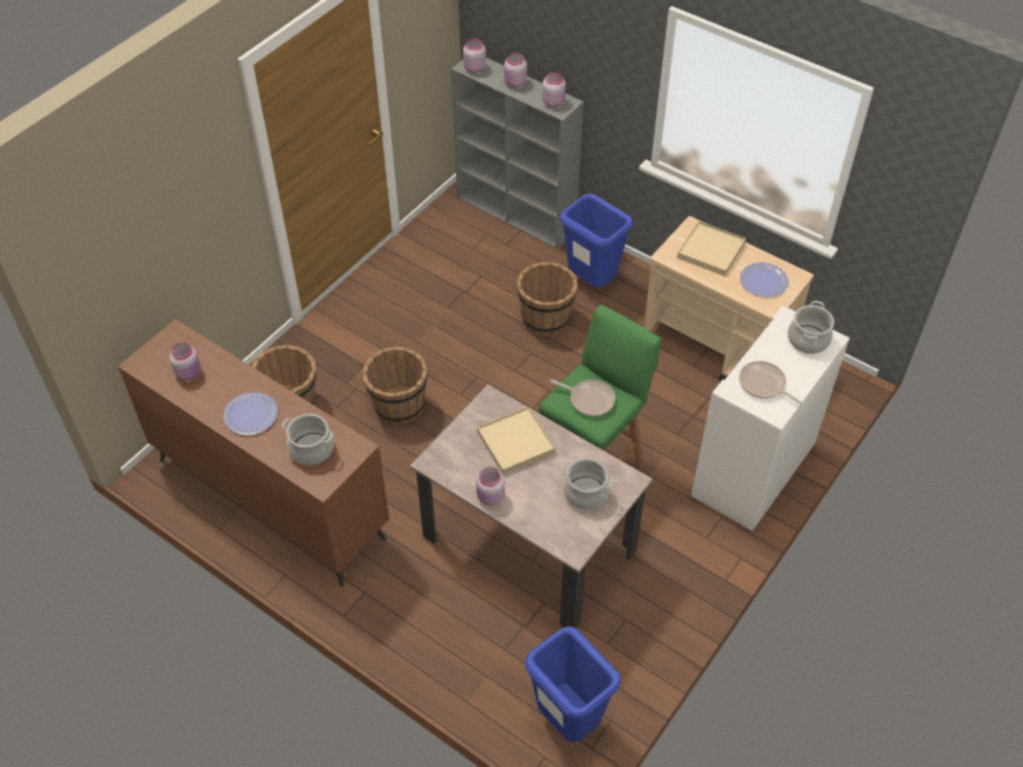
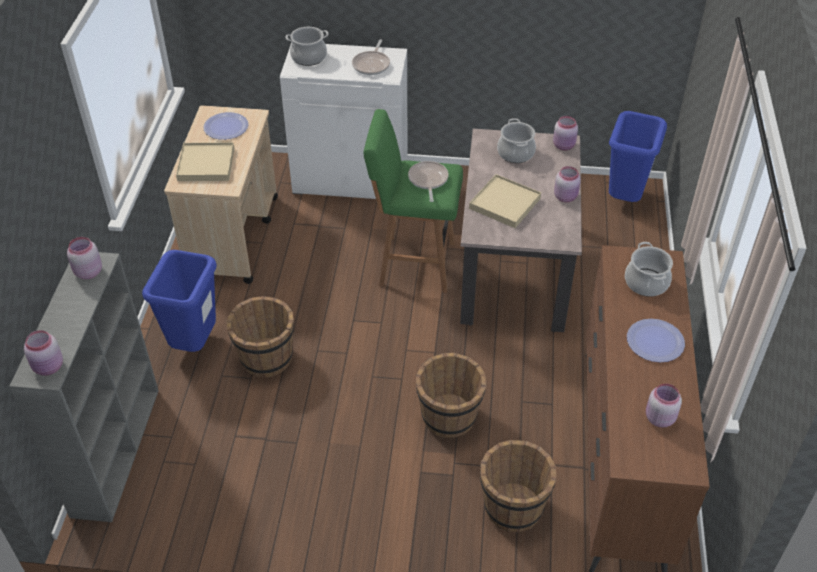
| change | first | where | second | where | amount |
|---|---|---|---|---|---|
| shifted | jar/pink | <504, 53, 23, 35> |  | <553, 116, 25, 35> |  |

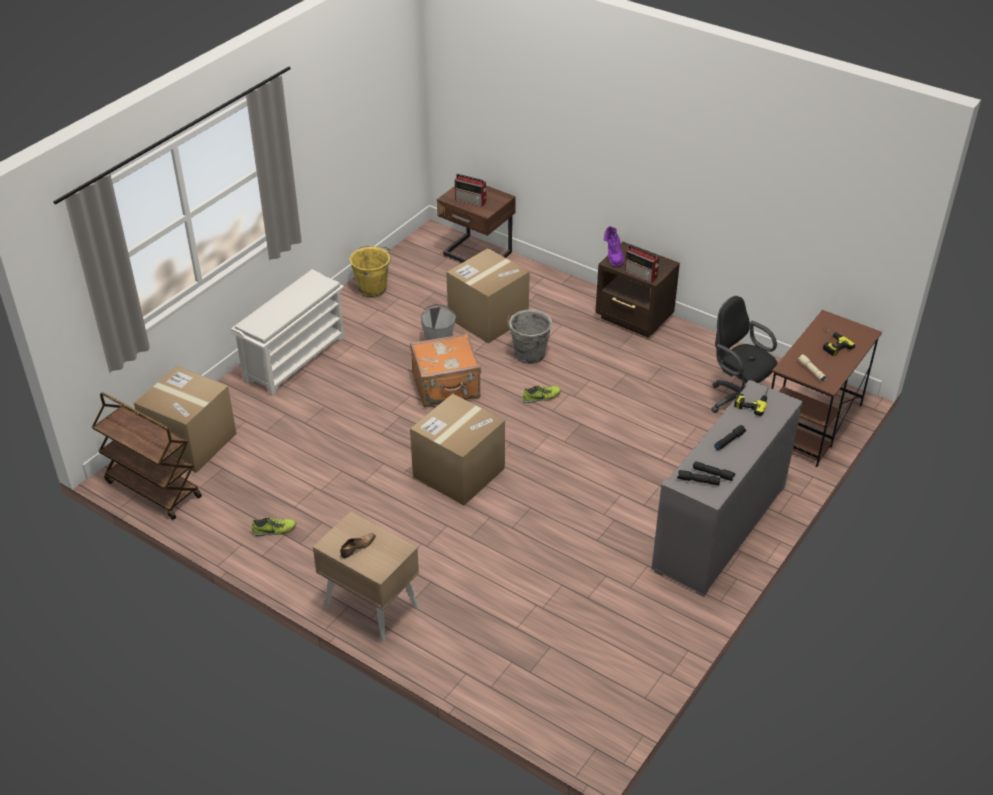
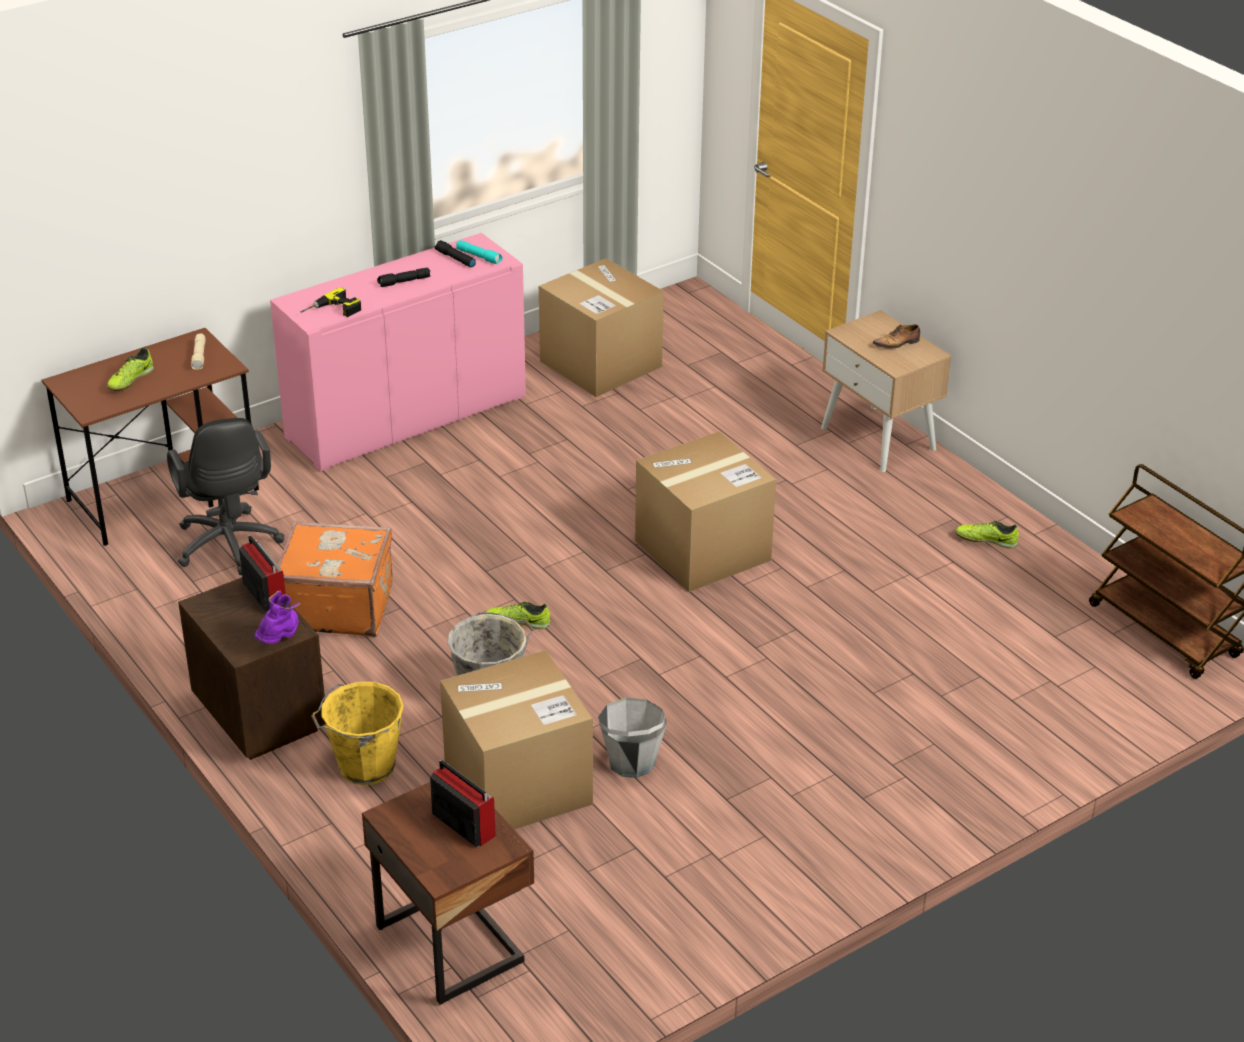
| change | first | where | second | where | amount |
|---|---|---|---|---|---|
| gone | shoe rack/white | <231, 270, 114, 126> |  |  |  |
| shifted | cardboard box | <134, 366, 103, 107> |  | <539, 258, 125, 139> |  |
| shifted | bucket/yellow | <349, 246, 43, 52> |  | <311, 682, 93, 103> |  |
| shifted | suitcase/orange | <410, 333, 71, 74> |  | <278, 521, 115, 116> |  |
| swapped | power drill | <823, 327, 32, 29> | shoe | <107, 348, 47, 43> |  |
| repainted | cabinet/grey | <651, 380, 152, 217> | cabinet/pink | <270, 233, 256, 239> |  |
| repainted | flashlight/black | <677, 470, 44, 15> | flashlight/turquoise | <456, 240, 46, 24> |  |

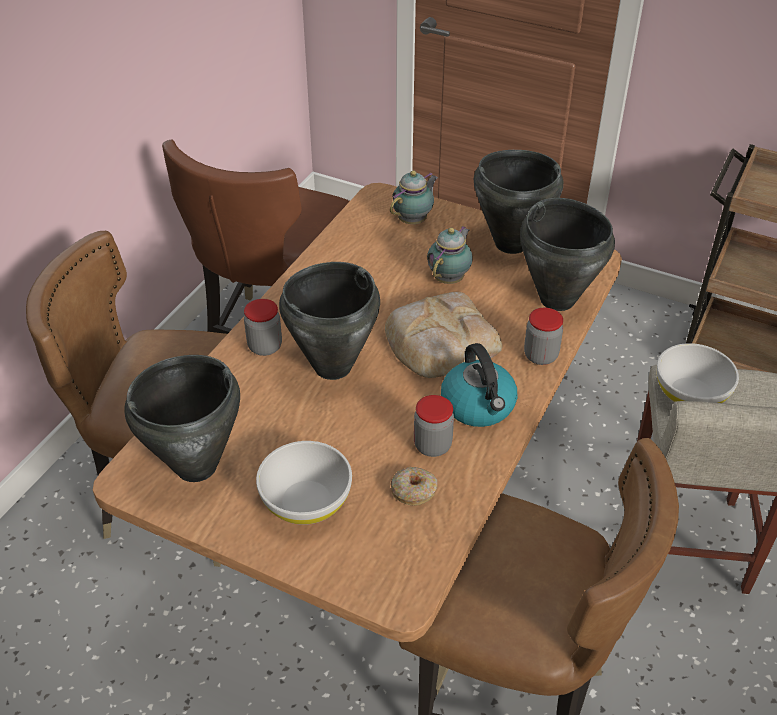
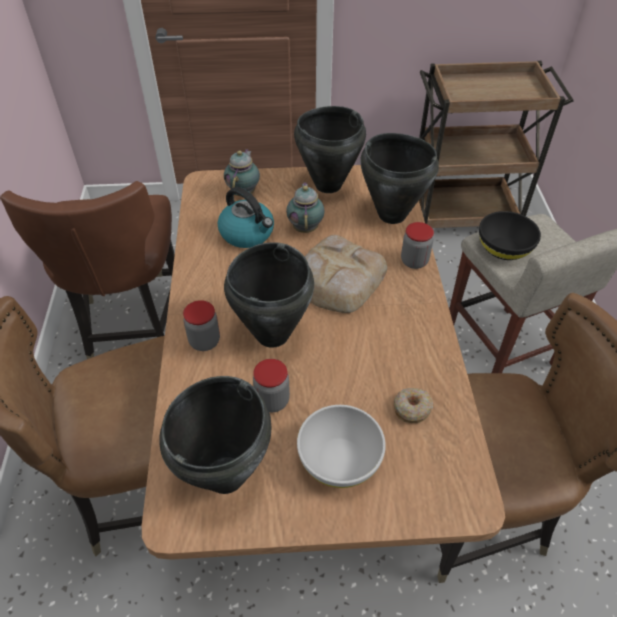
| change | first | where | second | where | amount |
|---|---|---|---|---|---|
| shifted | jar | <414, 395, 40, 62> |  | <253, 359, 37, 53> |  |
| shifted | kettle | <441, 343, 76, 84> |  | <218, 187, 56, 61> |  |
| repainted | bowl/white | <656, 343, 83, 60> | bowl/black | <479, 211, 62, 49> |  |

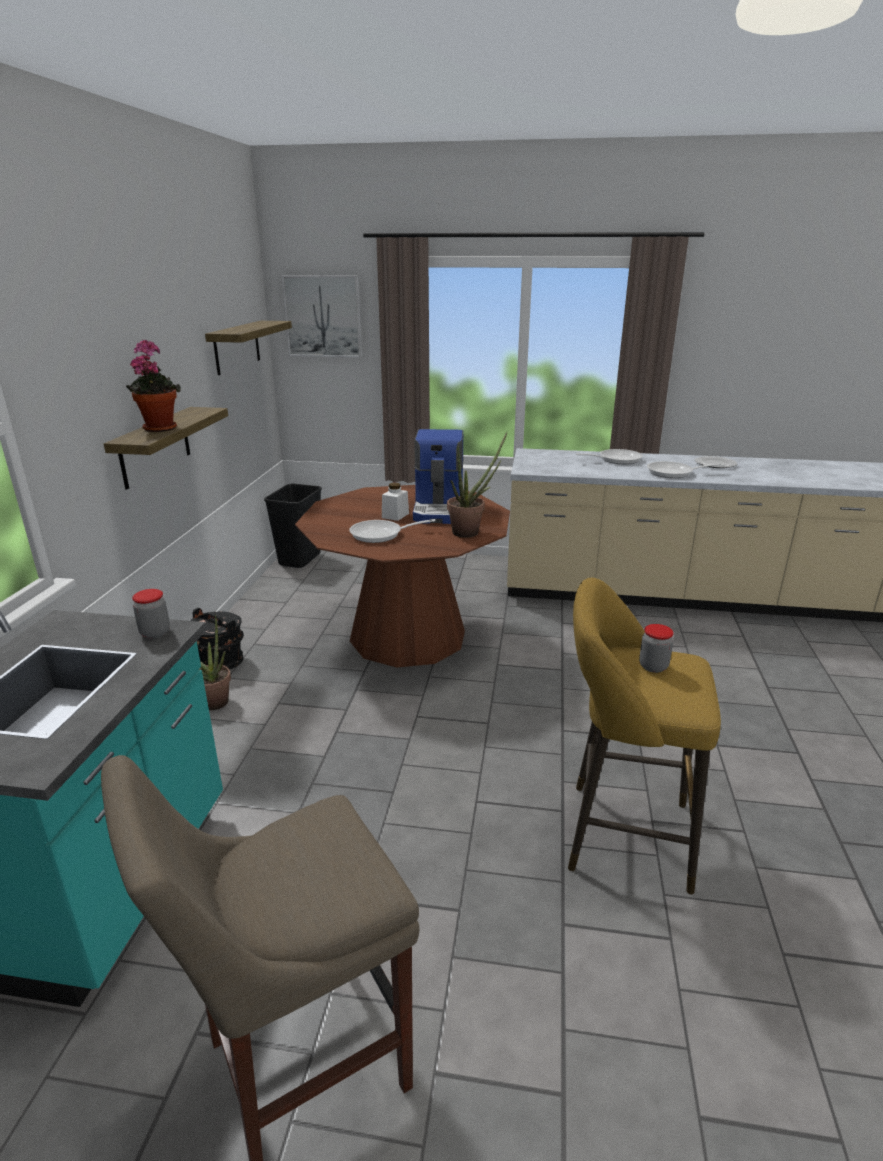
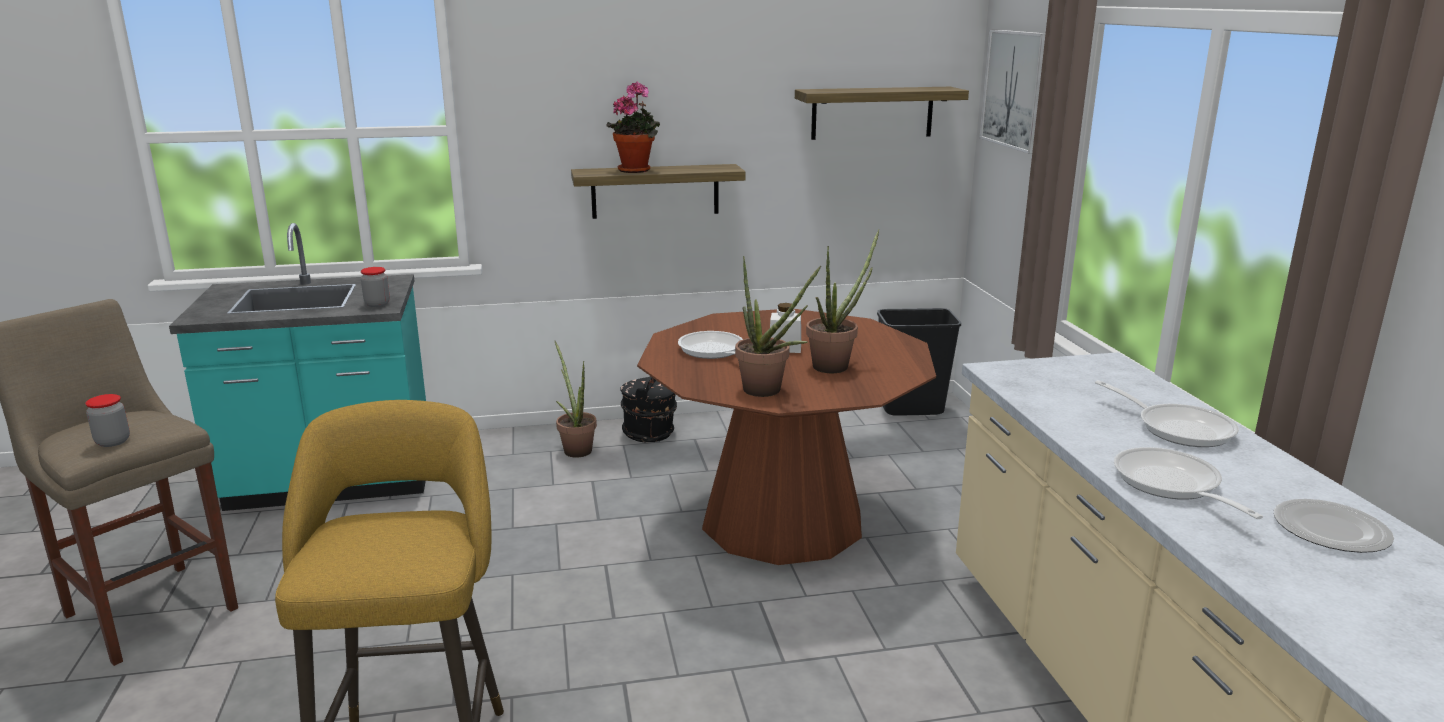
| change | first | where | second | where | amount |
|---|---|---|---|---|---|
| shifted | jar | <639, 624, 35, 49> |  | <85, 394, 45, 53> |  |
| swapped | coffee machine | <413, 429, 51, 95> | potted plant | <806, 229, 73, 144> |  |

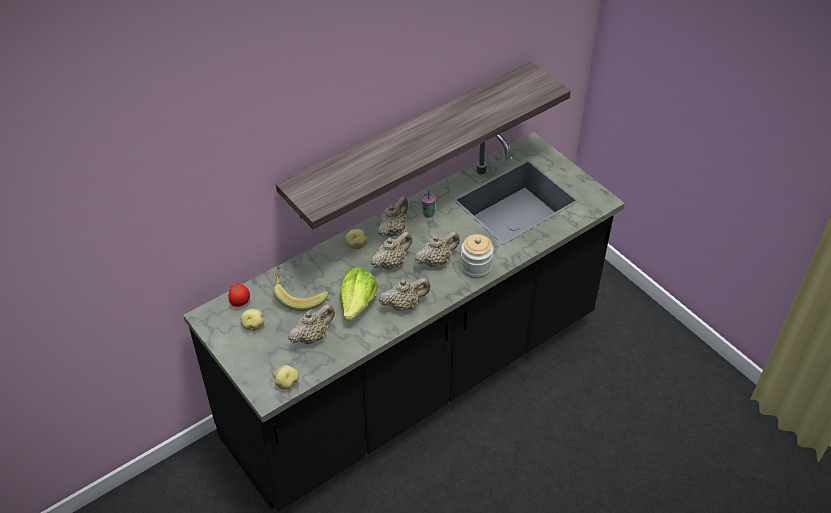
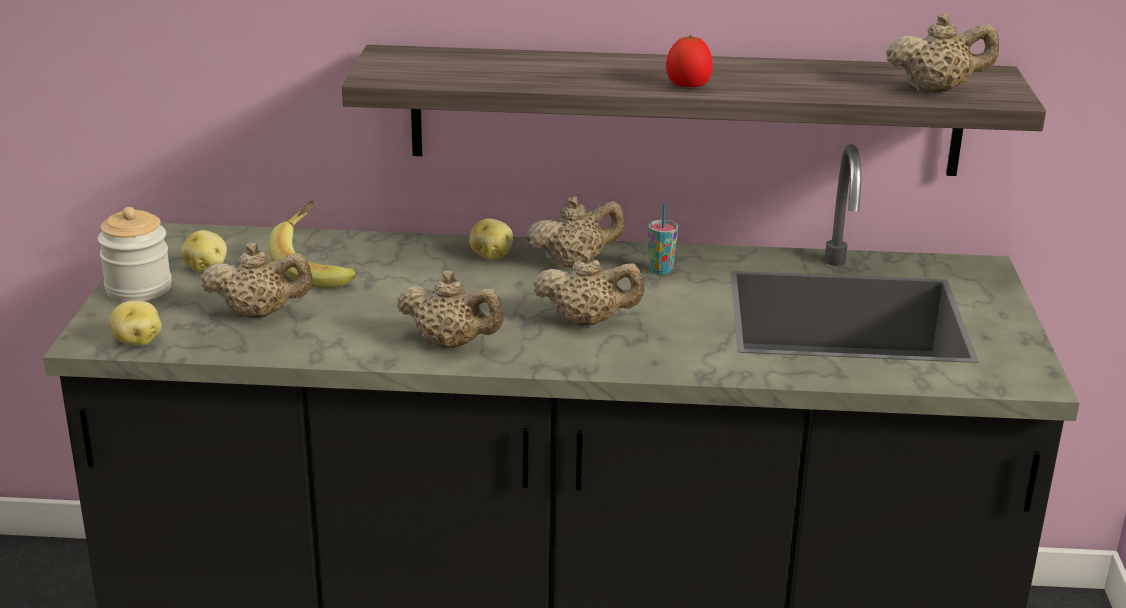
| change | first | where | second | where | amount |
|---|---|---|---|---|---|
| gone | lettuce | <340, 267, 38, 54> |  |  |  |
| shifted | tomato | <228, 284, 22, 23> |  | <666, 35, 47, 52> |  |
| shifted | teapot/beige | <371, 232, 41, 38> |  | <886, 13, 113, 80> |  |
| shifted | jar | <461, 234, 32, 44> |  | <97, 207, 75, 95> |  |

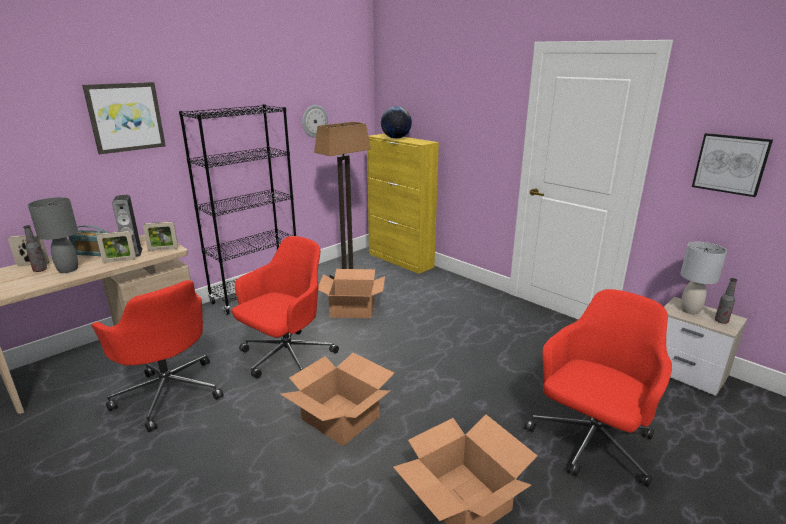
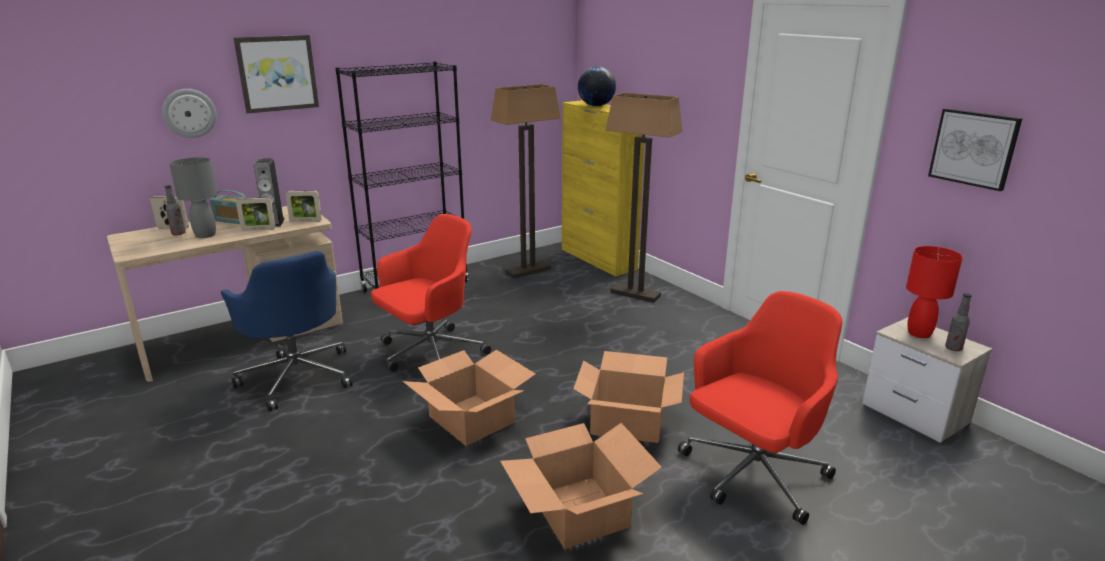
| change | first | where | second | where | amount |
|---|---|---|---|---|---|
| new |  |  | floor lamp | <605, 93, 78, 210> |  |
| shifted | wall clock | <302, 105, 26, 33> |  | <162, 89, 55, 49> |  |
| shifted | cardboard box | <318, 269, 67, 49> |  | <573, 351, 111, 92> |  |
| repainted | office chair/red | <91, 280, 133, 152> | office chair/blue | <221, 251, 131, 161> |  |
| repainted | table lamp/grey | <680, 242, 47, 72> | table lamp/red | <906, 246, 57, 92> |  |

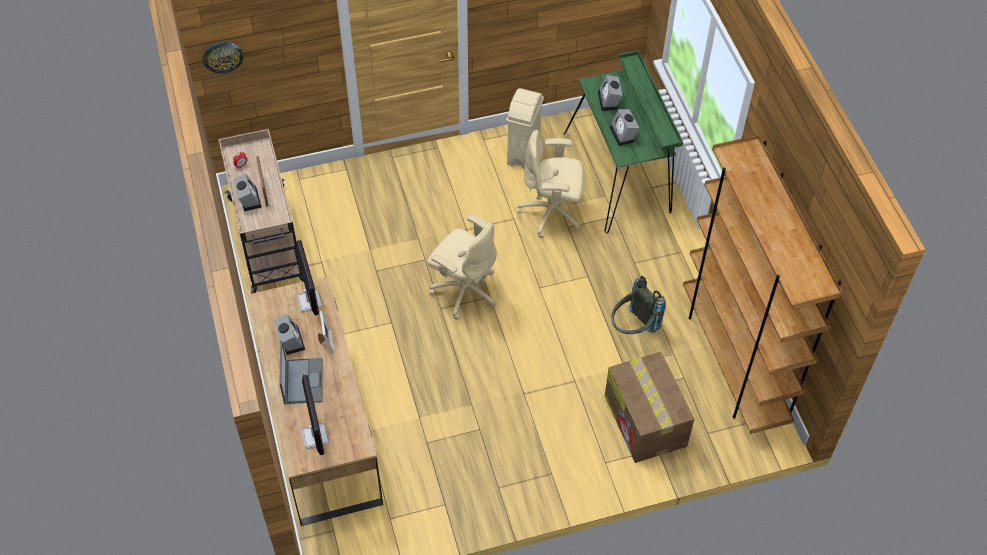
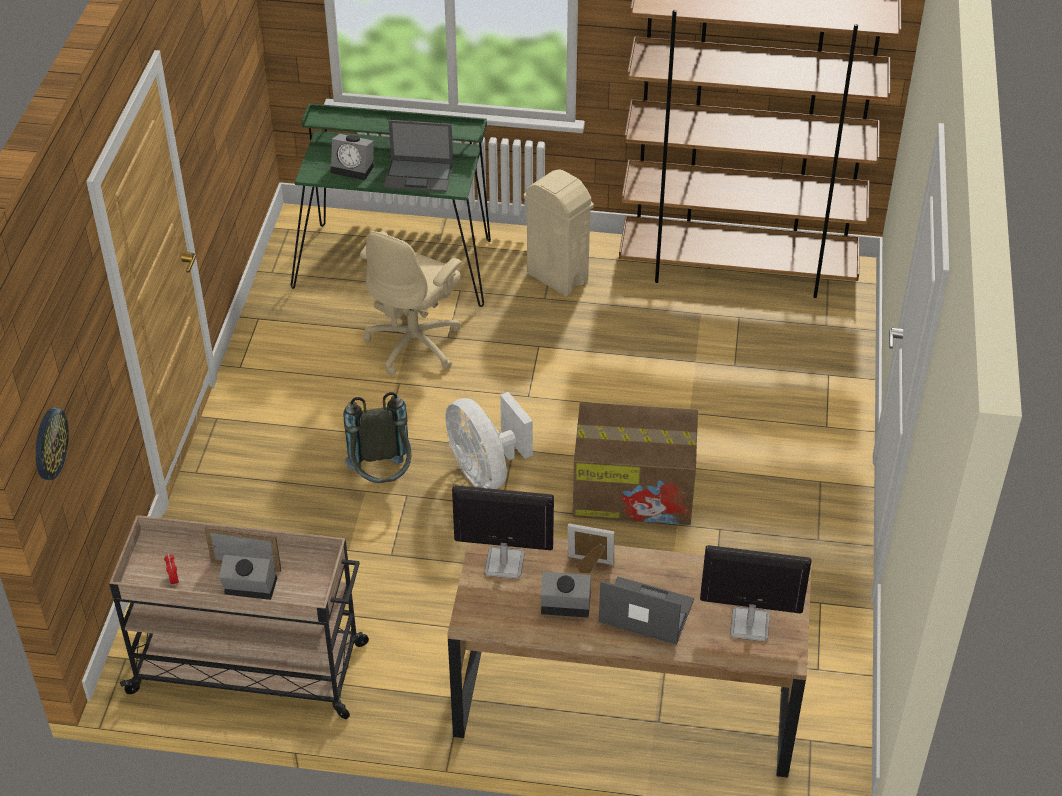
| change | first | where | second | where | amount |
|---|---|---|---|---|---|
| shifted | trash can/beige | <507, 88, 37, 81> |  | <524, 169, 70, 127> |  |
| shifted | cardboard box | <605, 352, 89, 111> |  | <573, 402, 125, 123> |  |
| shifted | backpack/grey | <612, 276, 54, 58> |  | <343, 392, 69, 91> |  |
| swapped | office chair/beige | <427, 214, 70, 106> | fan/white | <445, 392, 88, 97> |  |
| swapped | alarm clock | <609, 109, 30, 37> | laptop | <384, 120, 69, 72> |  |

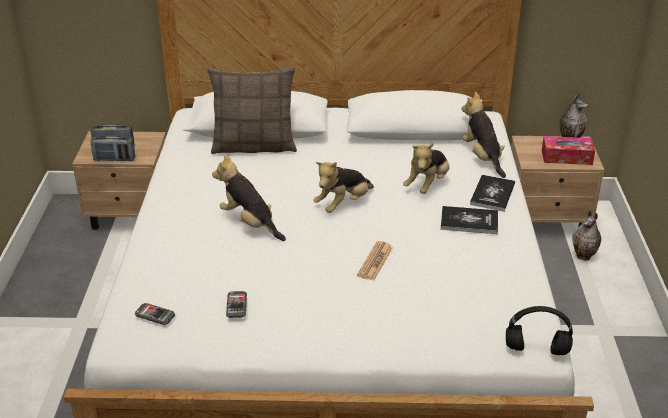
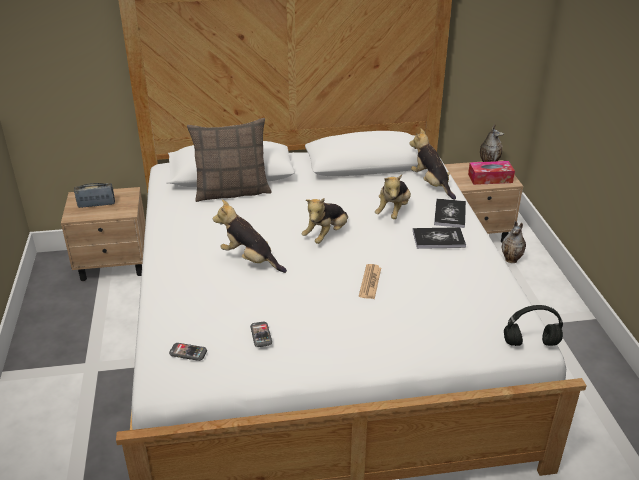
| change | first | where | second | where | amount |
|---|---|---|---|---|---|
| gone | radio | <90, 135, 45, 26> |  |  |  |

